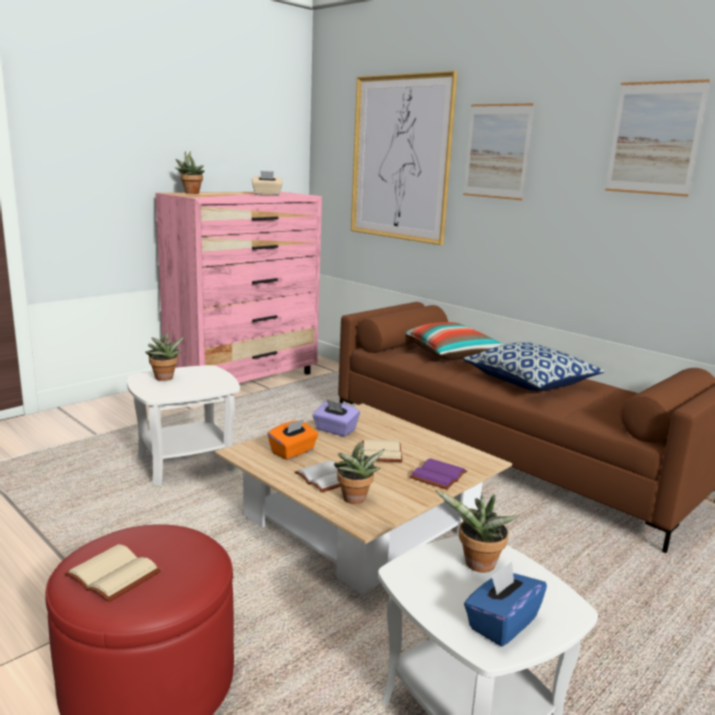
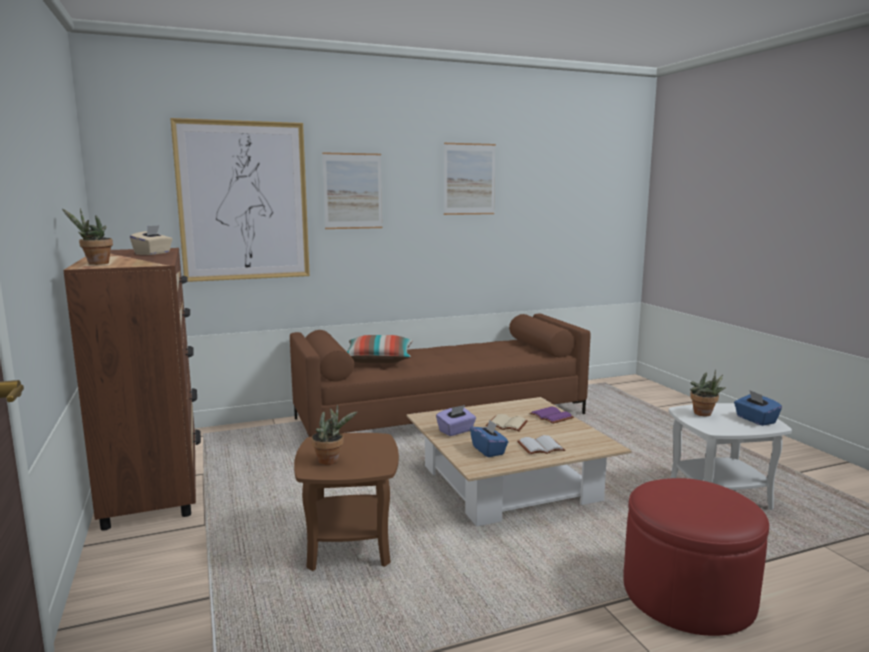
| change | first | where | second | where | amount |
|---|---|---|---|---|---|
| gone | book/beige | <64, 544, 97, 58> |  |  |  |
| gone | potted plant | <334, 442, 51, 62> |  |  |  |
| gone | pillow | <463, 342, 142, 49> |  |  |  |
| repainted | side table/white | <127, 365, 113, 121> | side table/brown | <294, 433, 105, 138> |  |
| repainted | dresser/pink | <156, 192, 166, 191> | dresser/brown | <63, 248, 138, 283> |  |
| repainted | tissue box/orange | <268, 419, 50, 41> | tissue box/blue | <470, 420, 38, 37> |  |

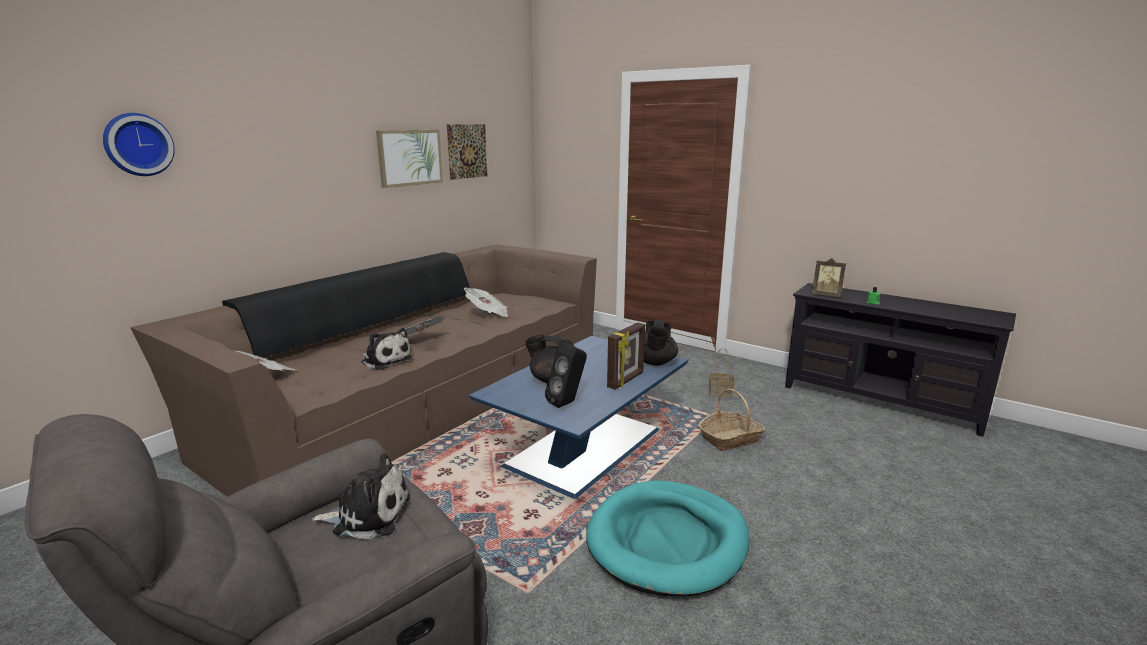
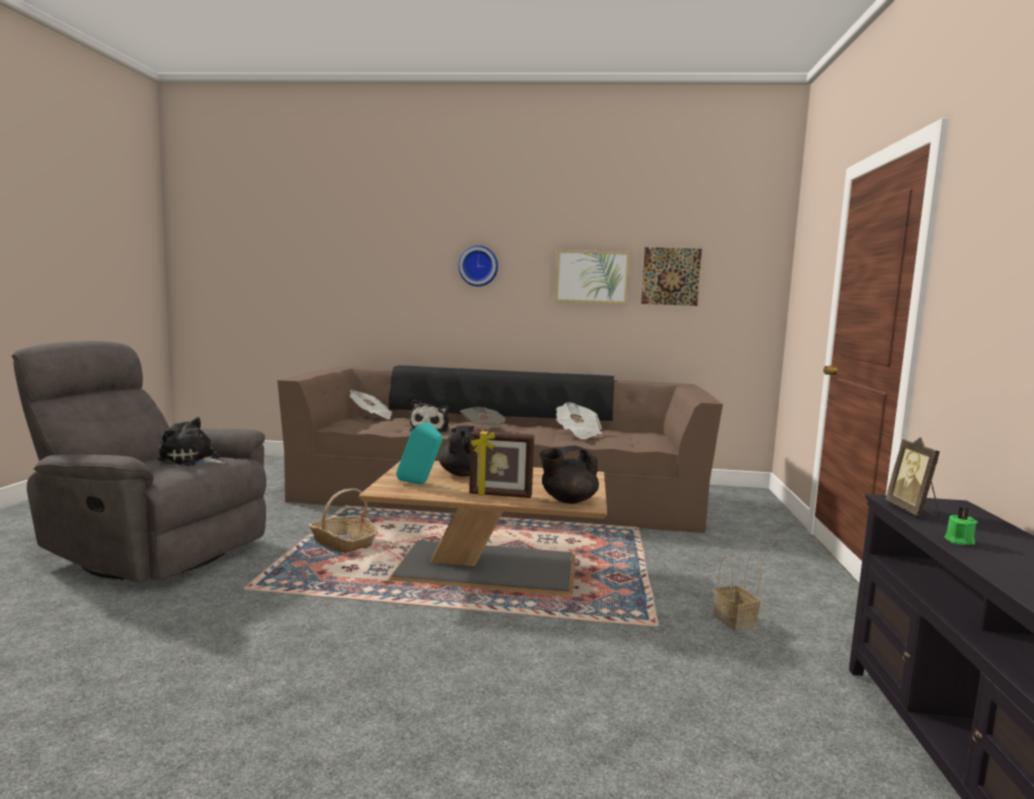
| change | first | where | second | where | amount |
|---|---|---|---|---|---|
| gone | dog bed/turquoise | <586, 481, 164, 115> |  |  |  |
| shifted | wall clock | <103, 113, 72, 63> |  | <458, 245, 40, 42> |  |
| shifted | basket | <699, 389, 67, 62> |  | <308, 488, 69, 65> |  |
| repainted | coffee table/blue | <469, 336, 220, 163> | coffee table/brown | <358, 461, 249, 135> |  |
| repainted | speaker/black | <545, 344, 42, 64> | speaker/turquoise | <396, 422, 46, 62> |  |
| rotated | plush toy | <312, 453, 98, 87> |  | <157, 417, 70, 49> | 135 degrees clockwise |

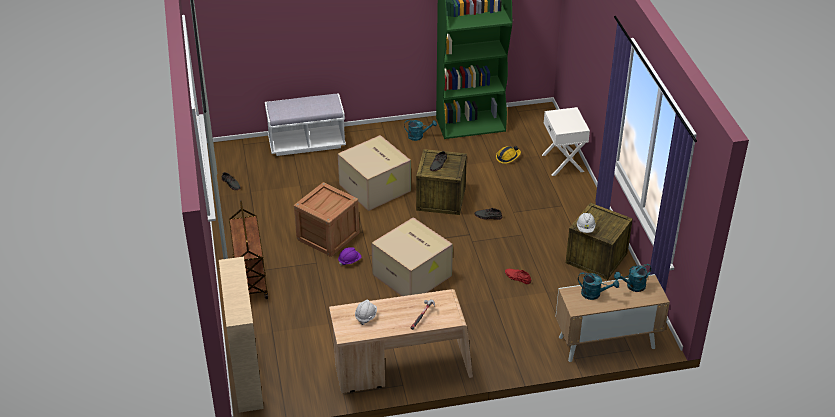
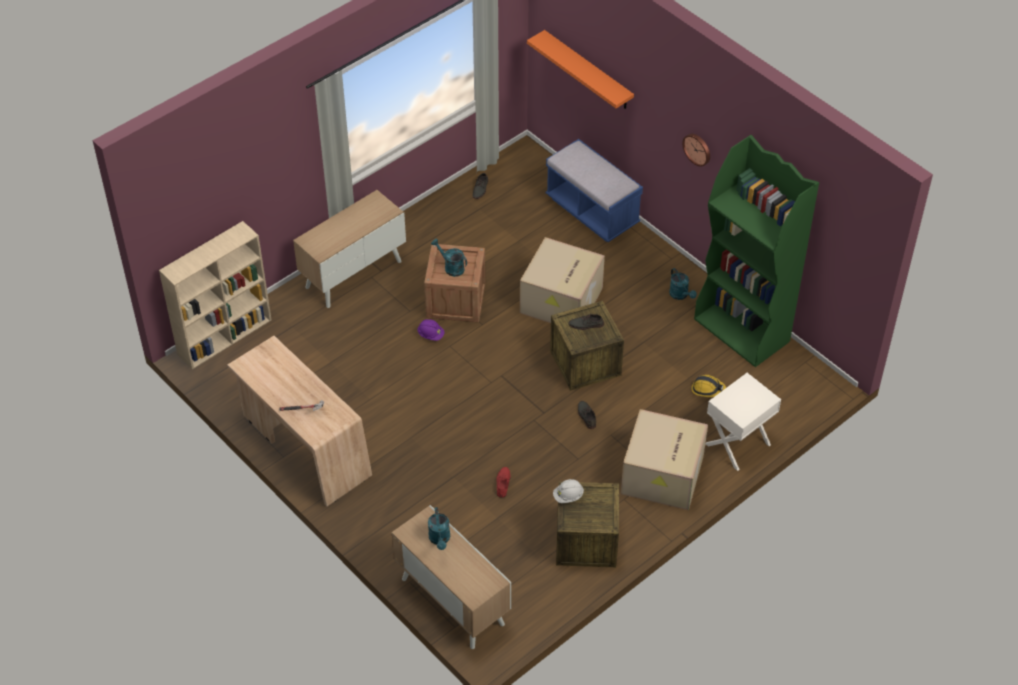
| change | first | where | second | where | amount |
|---|---|---|---|---|---|
| gone | hard hat/white | <355, 300, 22, 25> |  |  |  |
| new |  |  | shelf/orange | <527, 30, 107, 79> |  |
| new |  |  | wall clock | <682, 134, 28, 33> |  |
| shifted | cardboard box | <371, 217, 82, 79> |  | <621, 409, 87, 101> |  |
| shifted | watering can/turquoise | <614, 264, 38, 28> |  | <431, 239, 36, 38> |  |
| swapped | cart/brown | <229, 201, 39, 98> | cabinet | <293, 190, 113, 118> |  |
| repainted | bench/white | <265, 93, 81, 63> | bench/blue | <546, 139, 97, 103> |  |

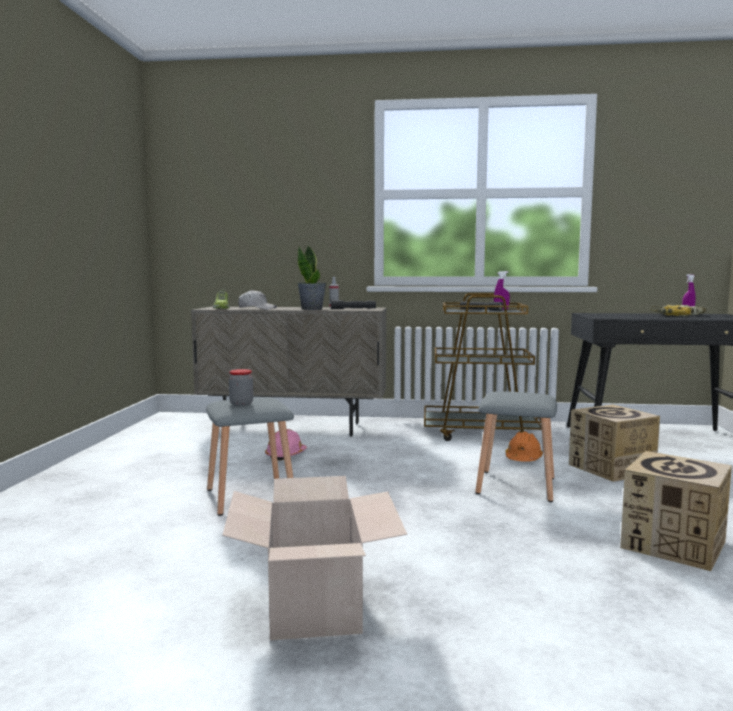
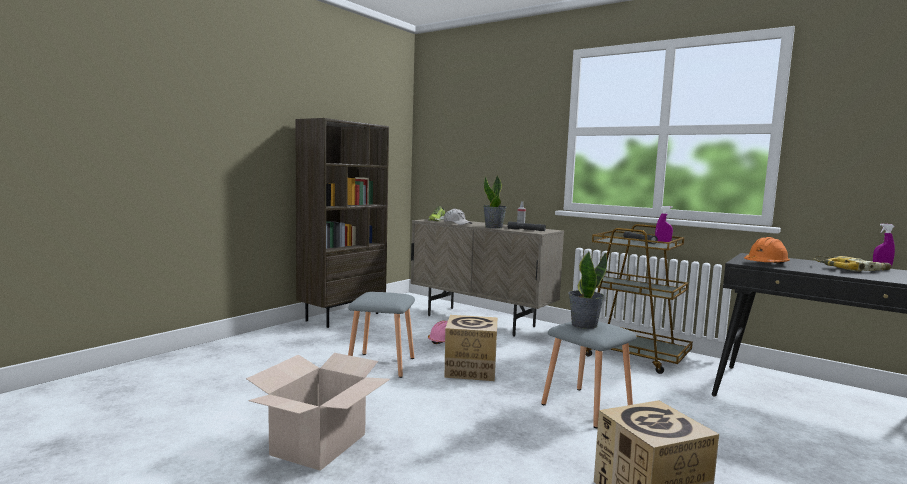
| change | first | where | second | where | amount |
|---|---|---|---|---|---|
| gone | jar | <229, 369, 24, 37> |  |  |  |
| new |  |  | bookcase/brown | <295, 118, 94, 210> |  |
| new |  |  | potted plant | <569, 251, 38, 78> |  |
| shifted | hard hat/orange | <505, 432, 38, 30> |  | <744, 237, 46, 27> |  |
| shifted | cardboard box | <569, 405, 91, 77> |  | <445, 315, 52, 66> |  |

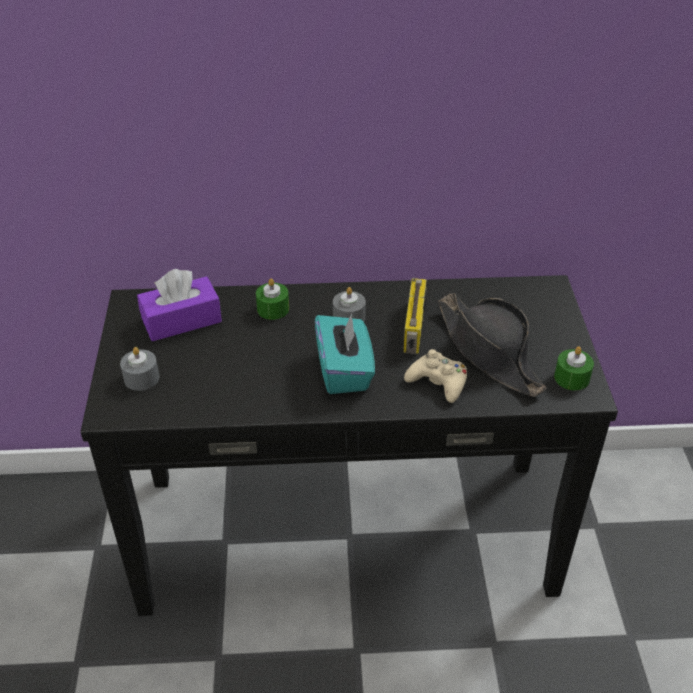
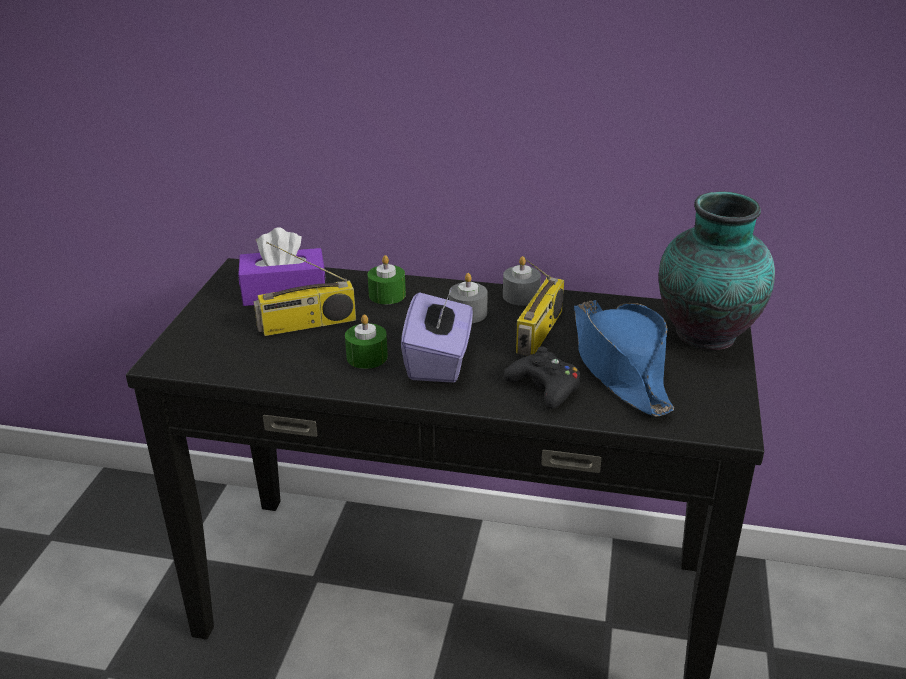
| change | first | where | second | where | amount |
|---|---|---|---|---|---|
| new |  |  | radio | <254, 242, 102, 94> |  |
| new |  |  | vase | <659, 191, 116, 159> |  |
| shifted | candle/grey | <120, 347, 39, 44> |  | <503, 256, 38, 50> |  |
| shifted | candle/green | <554, 347, 40, 44> |  | <345, 314, 43, 55> |  |
| repainted | tissue box/turquoise | <315, 313, 60, 81> | tissue box/purple | <401, 287, 72, 96> |  |
| repainted | game controller/beige | <404, 349, 63, 54> | game controller/black | <503, 346, 77, 63> |  |
| repainted | hat/black | <438, 293, 108, 104> | hat/blue | <574, 300, 100, 116> |  |

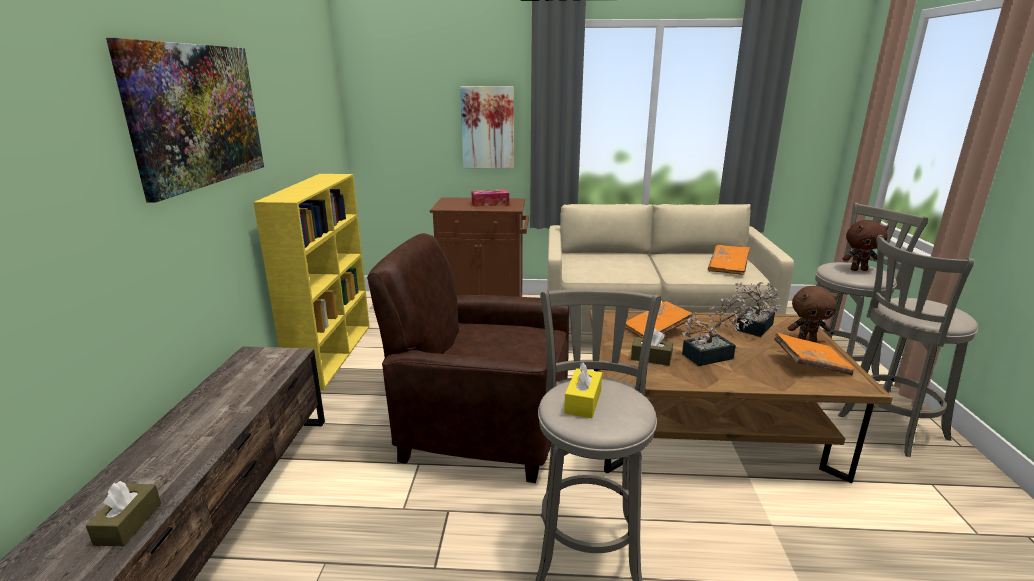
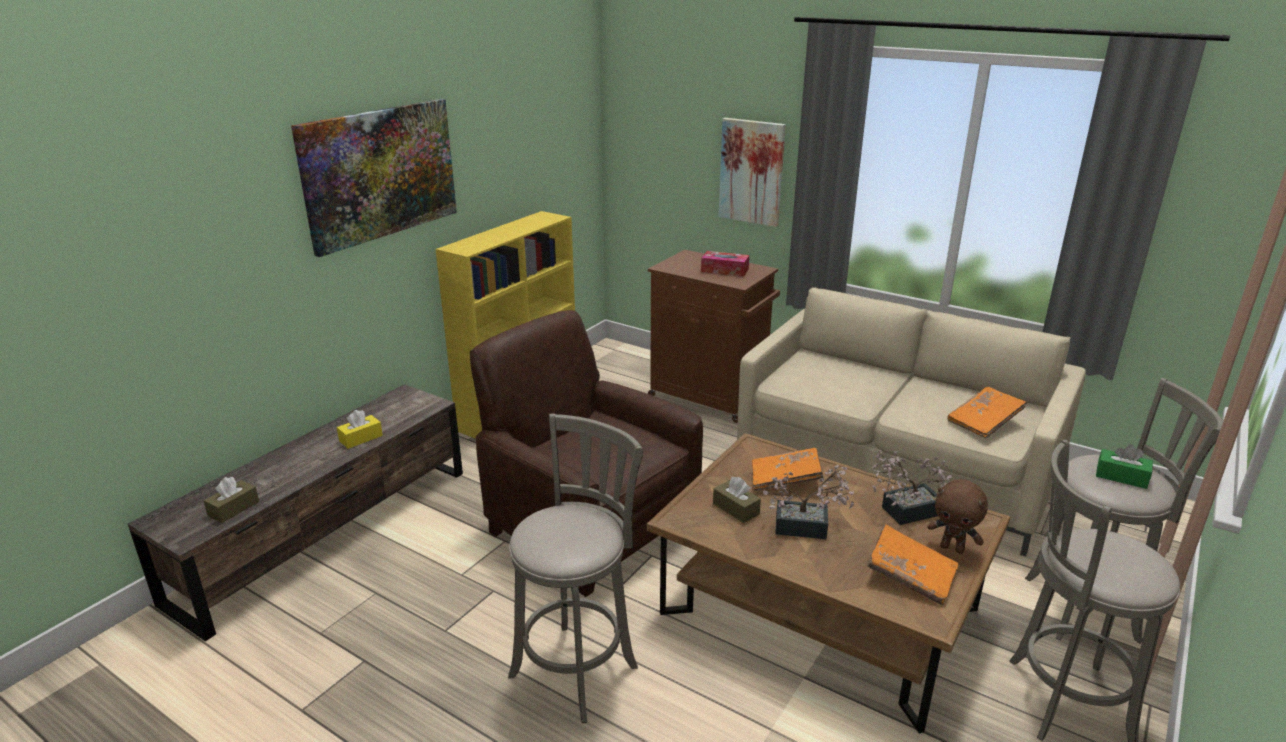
| change | first | where | second | where | amount |
|---|---|---|---|---|---|
| shifted | tissue box/yellow | <564, 362, 38, 56> |  | <337, 410, 46, 39> |  |
| swapped | plush toy/brown | <842, 220, 47, 51> | tissue box/green | <1096, 444, 57, 45> |  |

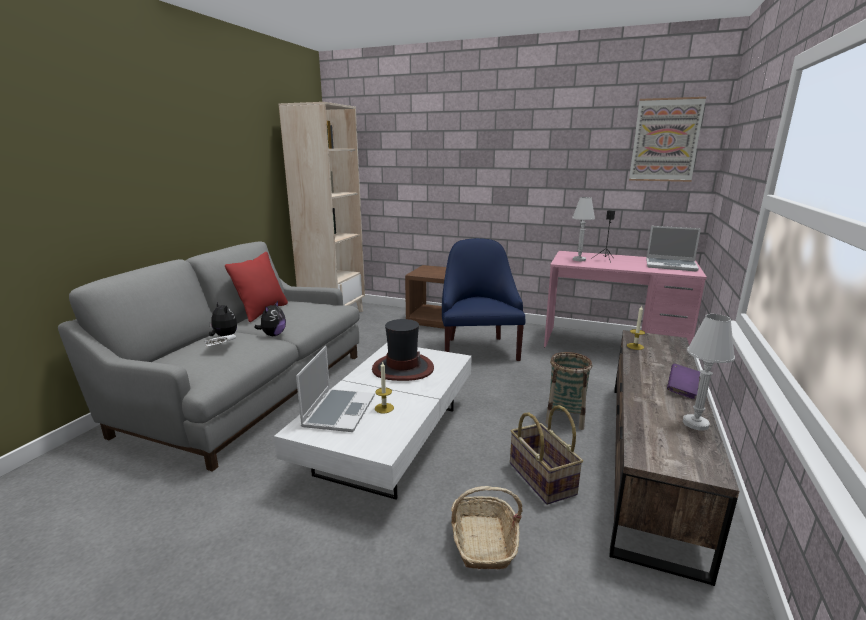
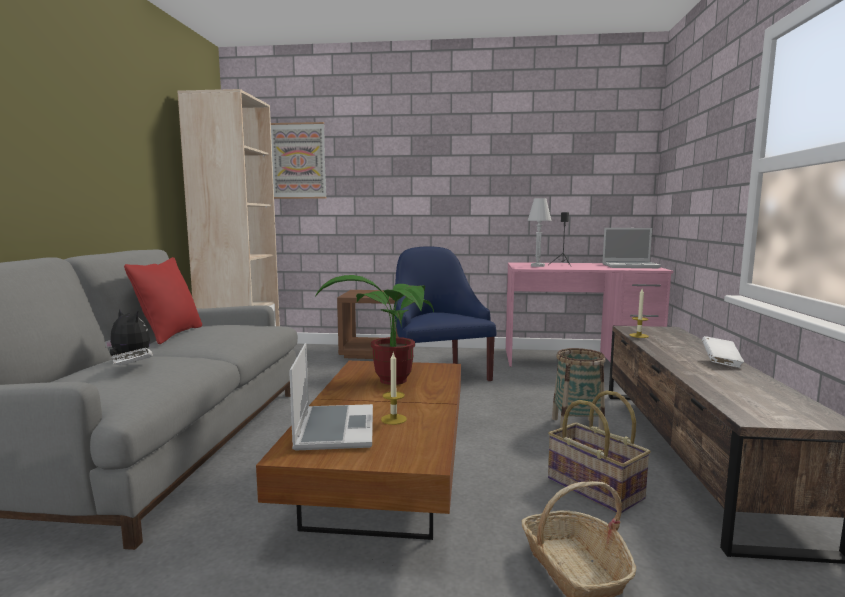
| change | first | where | second | where | amount |
|---|---|---|---|---|---|
| gone | plush toy | <254, 301, 32, 35> |  |  |  |
| gone | table lamp/white | <683, 314, 52, 117> |  |  |  |
| shifted | picture | <629, 97, 77, 85> |  | <271, 122, 56, 77> |  |
| swapped | hat | <372, 319, 62, 62> | potted plant | <315, 275, 119, 110> |  |
| repainted | coffee table/white | <274, 343, 198, 157> | coffee table/brown | <256, 361, 205, 179> |  |
| repainted | book/purple | <667, 364, 33, 35> | book/white | <702, 336, 42, 32> |  |

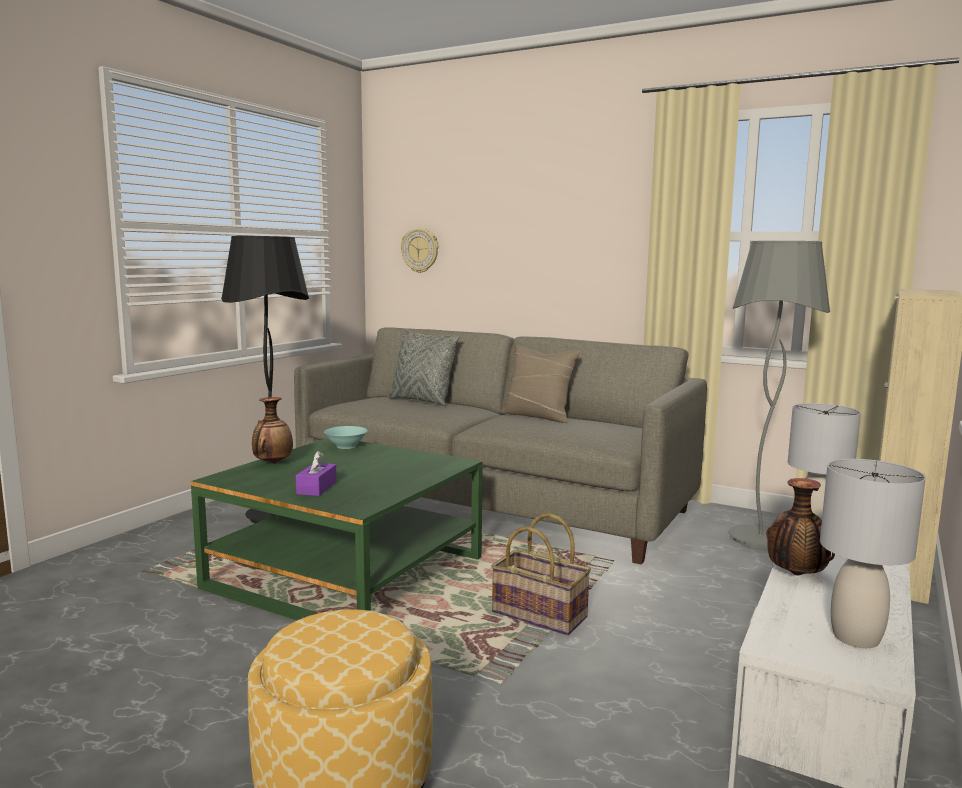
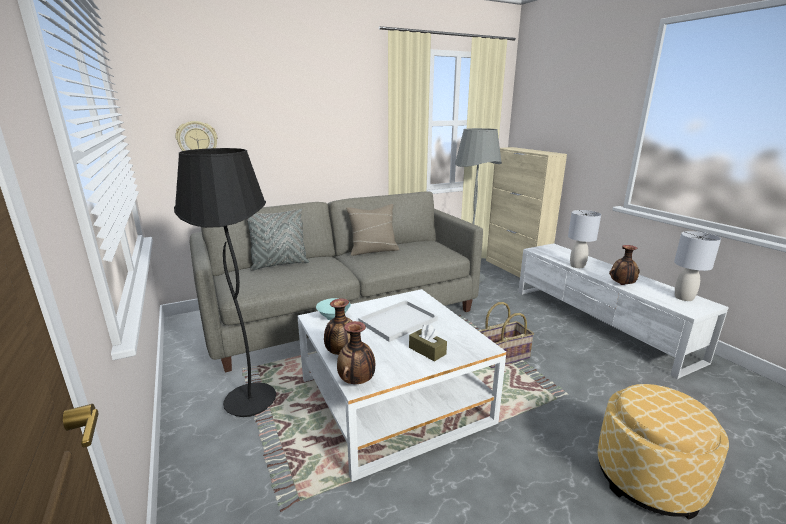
| change | first | where | second | where | amount |
|---|---|---|---|---|---|
| new |  |  | vase | <337, 321, 38, 63> |  |
| new |  |  | tray/white | <358, 300, 80, 42> |  |
| repainted | coffee table/green | <191, 438, 292, 182> | coffee table/white | <298, 289, 208, 193> |  |
| repainted | tissue box/purple | <296, 451, 41, 45> | tissue box/brown | <409, 324, 38, 38> |  |

